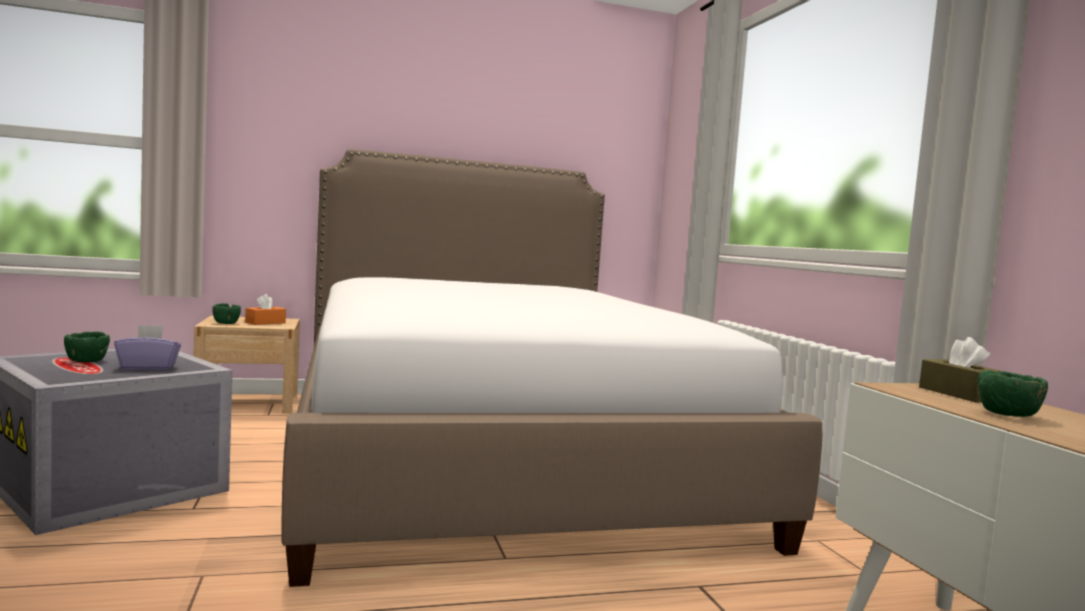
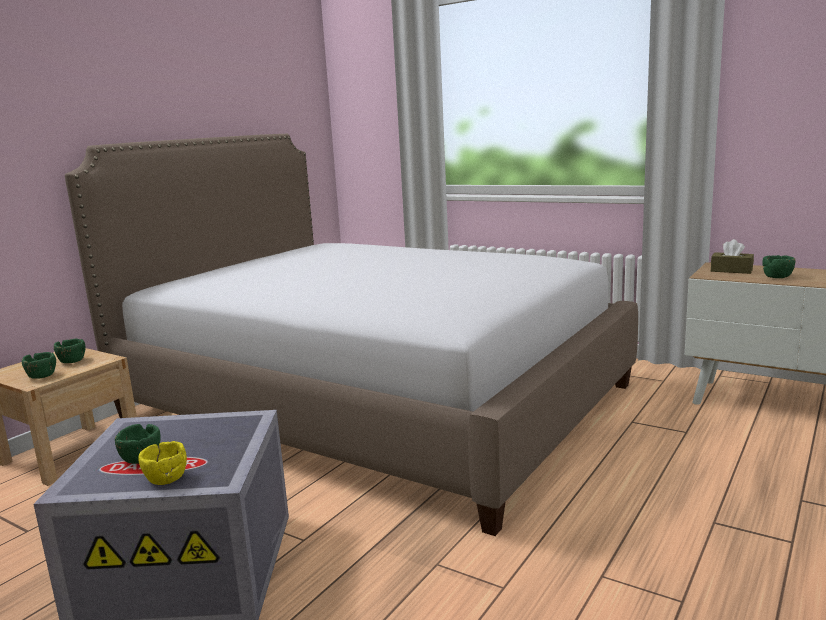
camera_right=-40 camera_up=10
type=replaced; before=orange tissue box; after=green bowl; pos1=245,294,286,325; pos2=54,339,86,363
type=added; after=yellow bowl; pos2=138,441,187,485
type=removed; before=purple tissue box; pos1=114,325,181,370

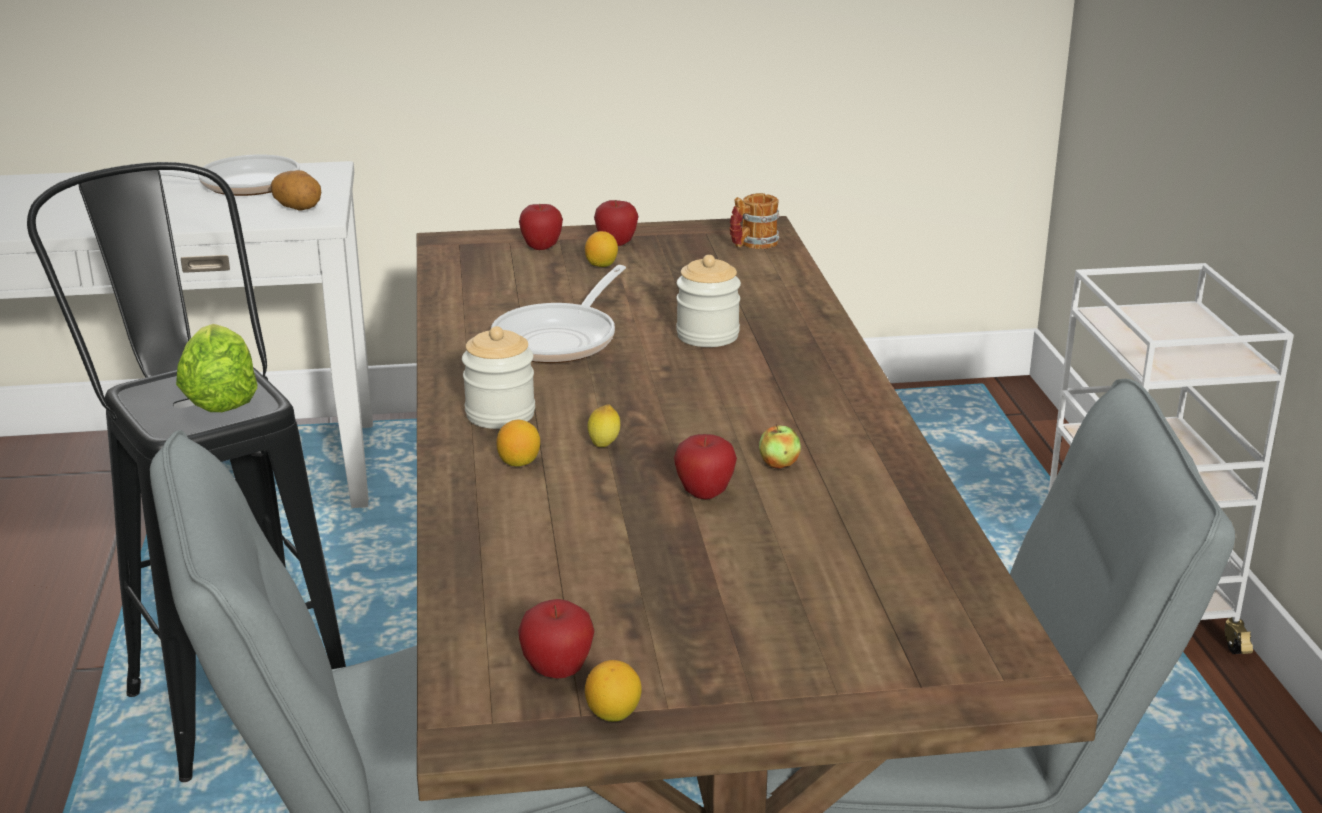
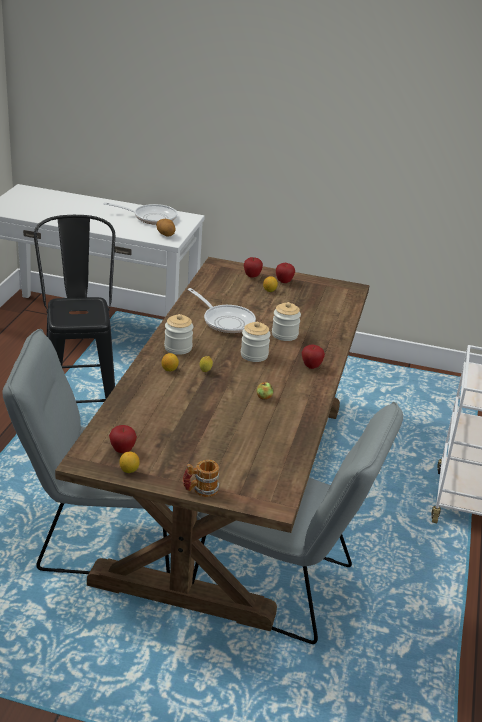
camera_right=20 camera_up=5
type=moved; before=mug; pos1=730,193,780,249; pos2=183,460,220,497
type=turned; before=frying pan; pos1=491,265,626,363; pos2=188,288,256,333; turn=-90
type=added; after=jar; pos2=241,322,271,362
type=moved; before=apple; pos1=674,434,737,499; pos2=302,345,325,369
type=removed; before=lettuce; pos1=176,324,257,412

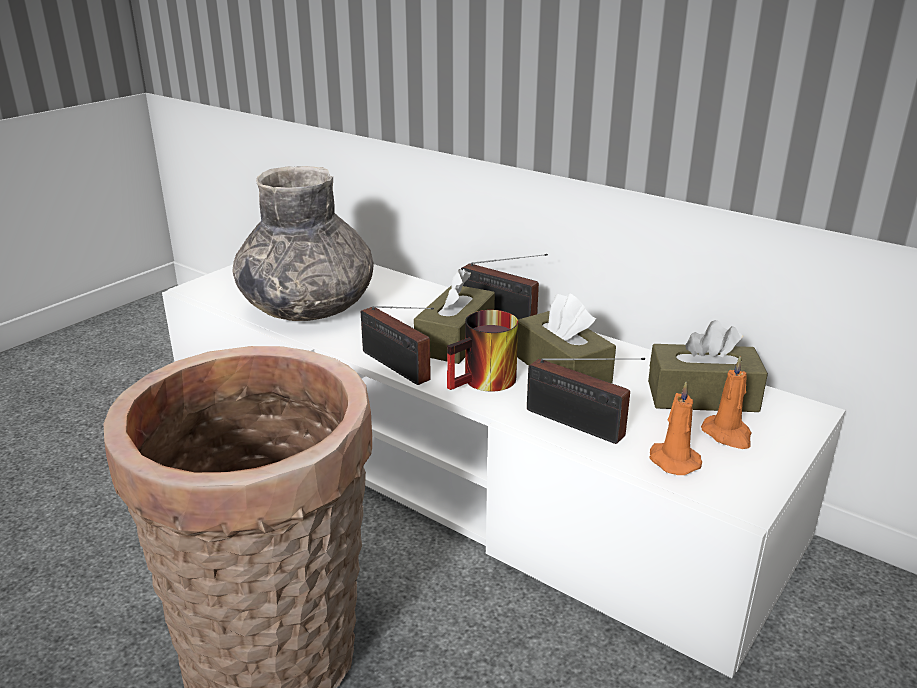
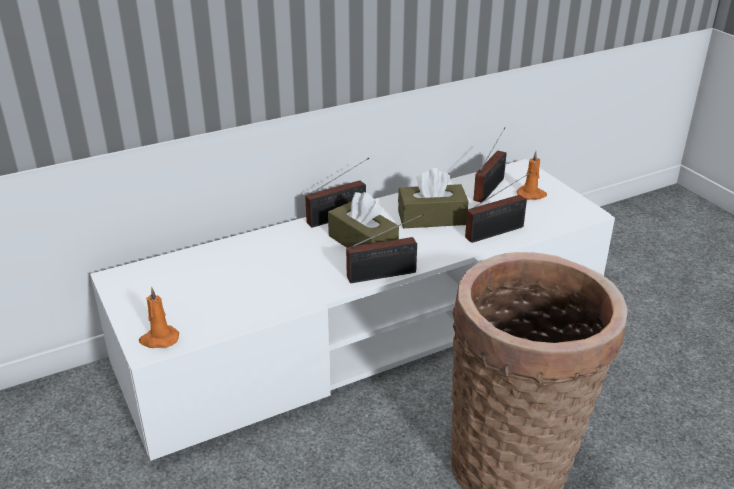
camera_right=-65 camera_up=5
type=moved; before=orange candle; pos1=649,382,702,475; pos2=139,287,179,348
type=replaced; before=brown tissue box; after=radio; pos1=648,320,768,412; pos2=473,127,507,202
type=removed; before=grey vase; pos1=232,166,374,321
type=removed; before=mug; pos1=447,310,518,392

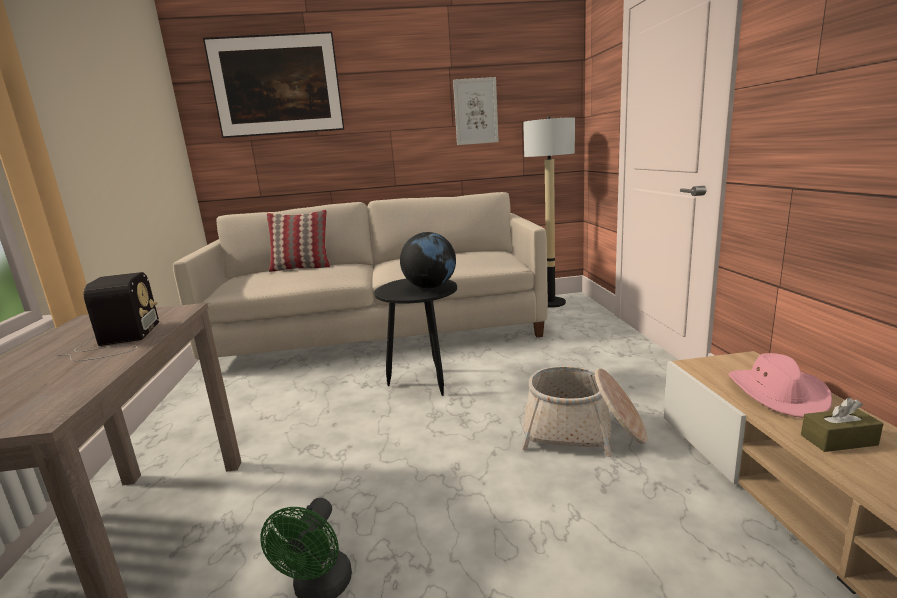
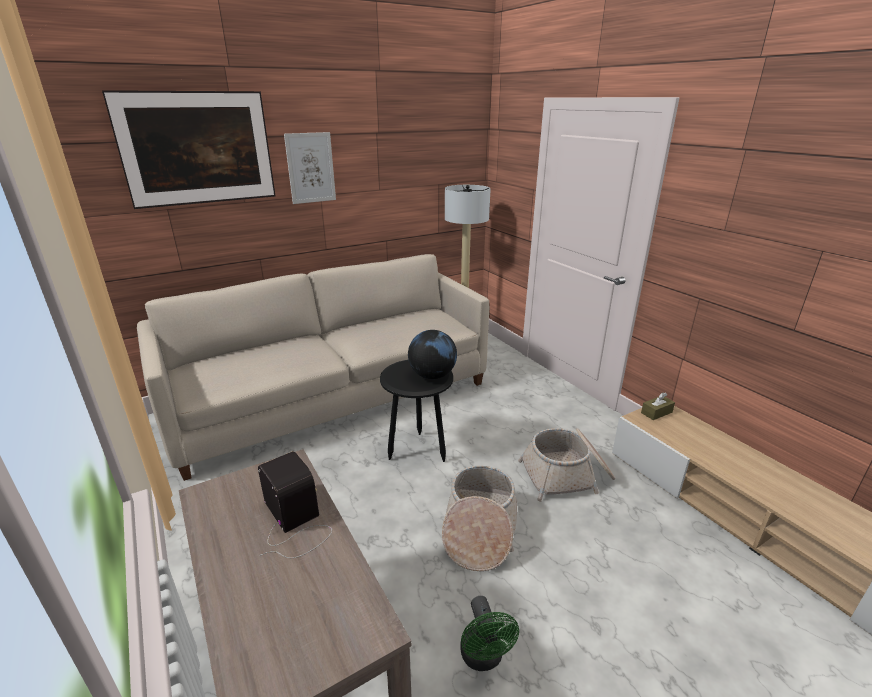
camera_right=-25 camera_up=10
type=moved; before=picture; pos1=453,77,499,145; pos2=284,132,336,204
type=added; after=basket; pos2=442,466,517,571
type=moved; before=brown tissue box; pos1=801,398,883,452; pos2=641,393,675,420
type=removed; before=pillow; pos1=266,210,330,272
type=removed; before=pink hat; pos1=728,353,832,418

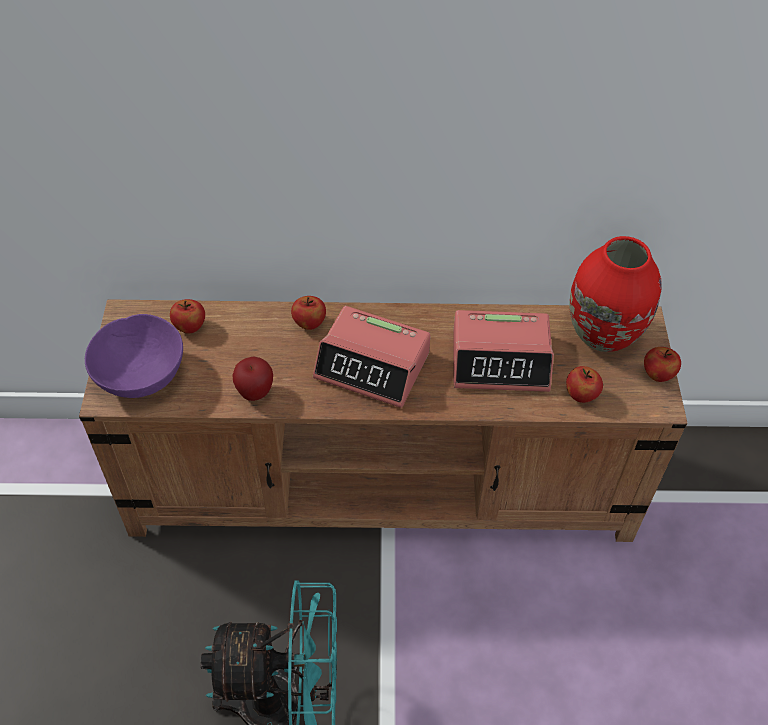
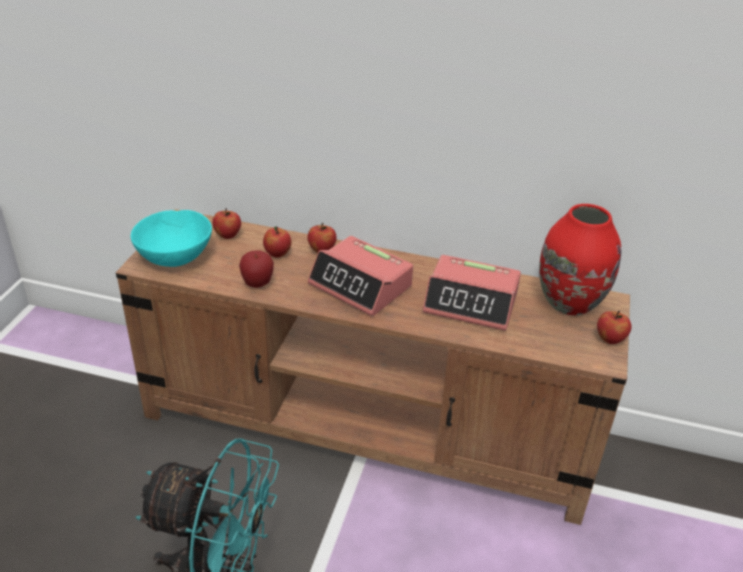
camera_right=15 camera_up=-15
type=recoloured; before=purple bowl; after=turquoise bowl; pos1=85,314,183,398; pos2=131,210,212,267
type=moved; before=apple; pos1=566,366,603,403; pos2=263,226,291,257

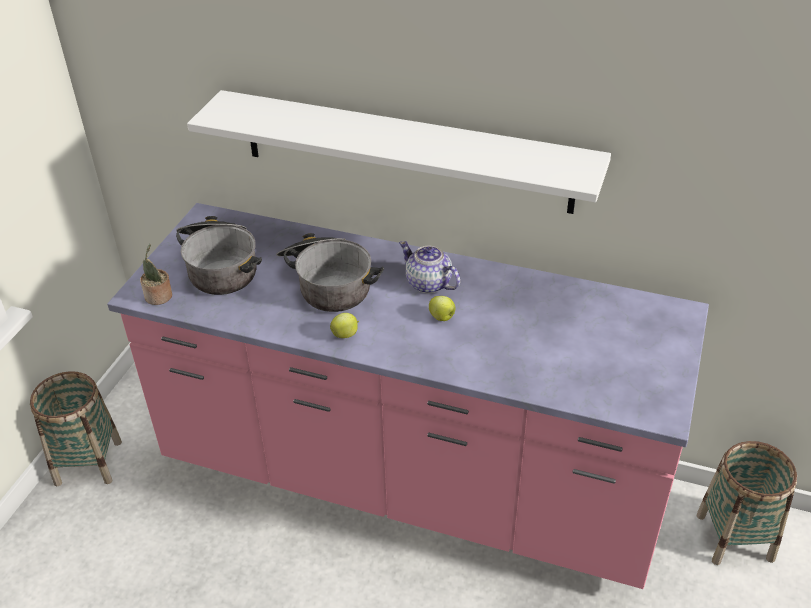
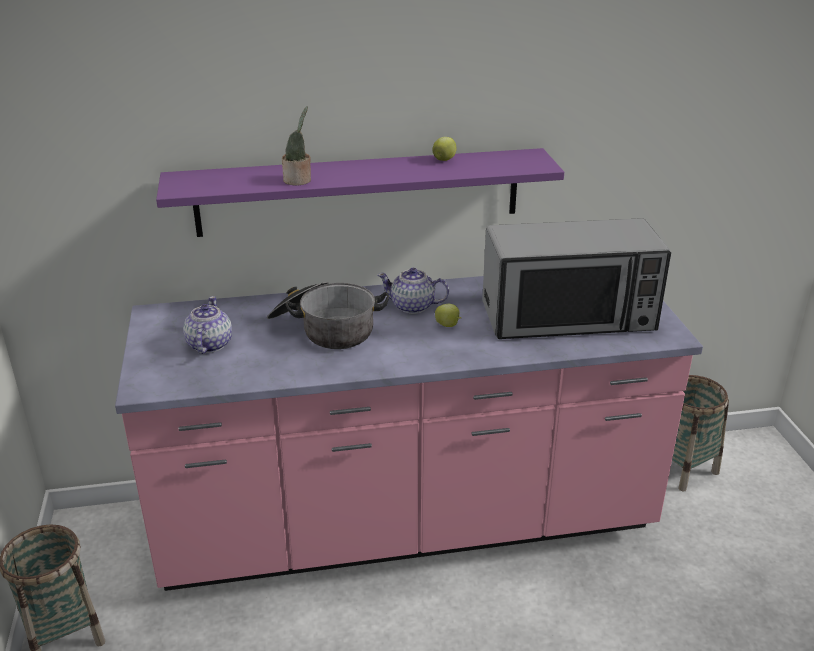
camera_right=-30 camera_up=-10
type=recoloured; before=white shelf; after=purple shelf; pos1=187,90,611,214; pos2=156,148,564,237
type=replaced; before=cooking pot; after=teapot; pos1=176,216,262,295; pos2=183,296,232,354
type=moved; before=potted plant; pos1=140,244,172,305; pos2=282,106,311,186
type=moved; before=apple; pos1=330,313,359,338; pos2=432,137,456,161
type=added; after=microwave; pos2=482,218,671,339

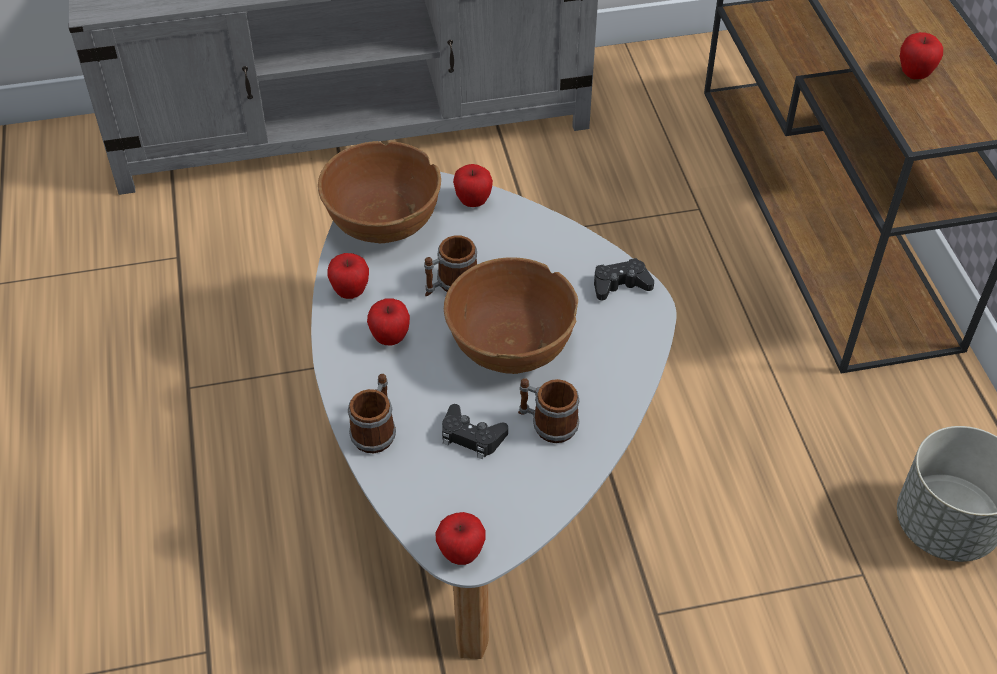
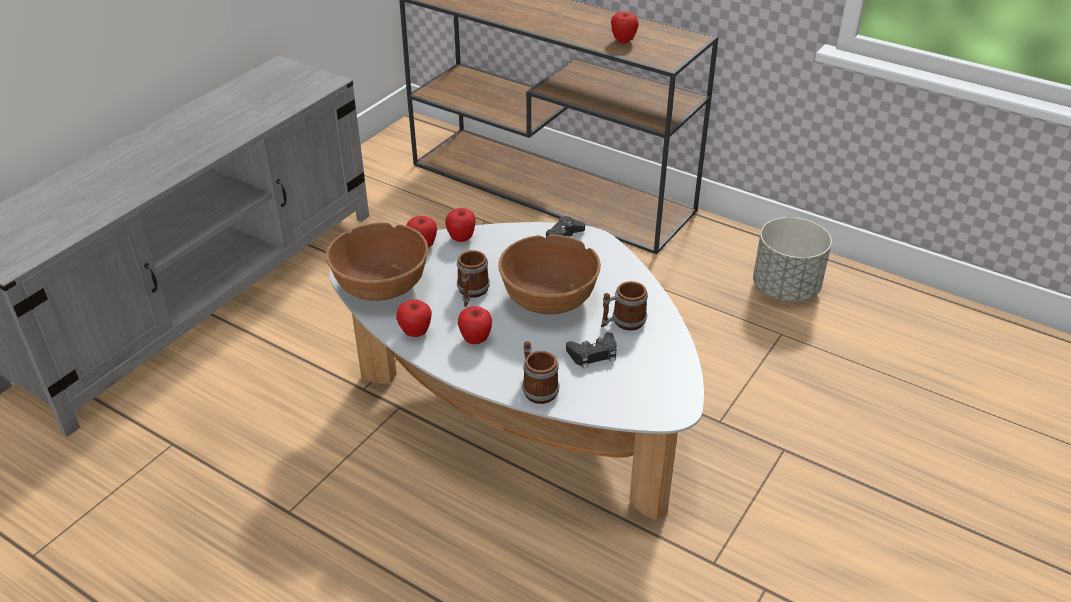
camera_right=-45 camera_up=-10
type=moved; before=apple; pos1=435,512,486,565; pos2=445,208,476,242

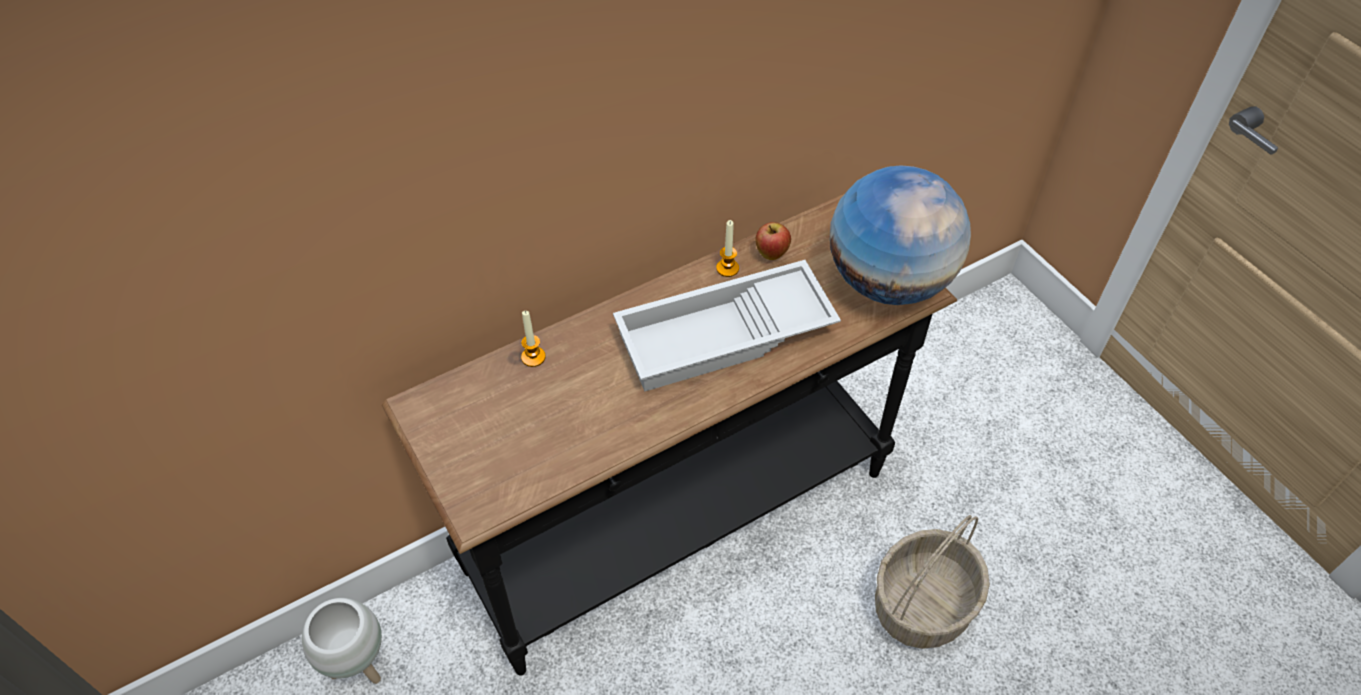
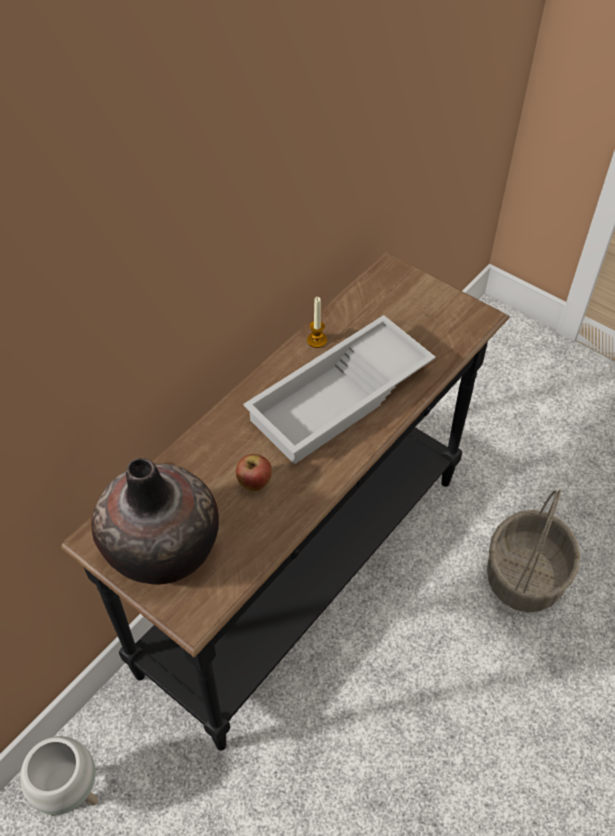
camera_right=-20 camera_up=0
type=added; after=vase; pos2=91,458,219,585
type=moved; before=apple; pos1=755,222,791,260; pos2=236,454,272,492
type=removed; before=candle; pos1=521,311,546,367
type=removed; before=globe; pos1=830,165,971,305

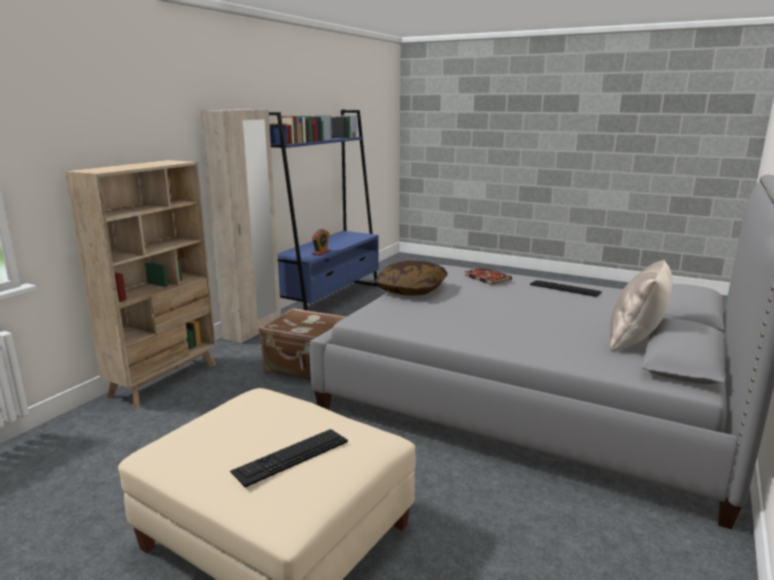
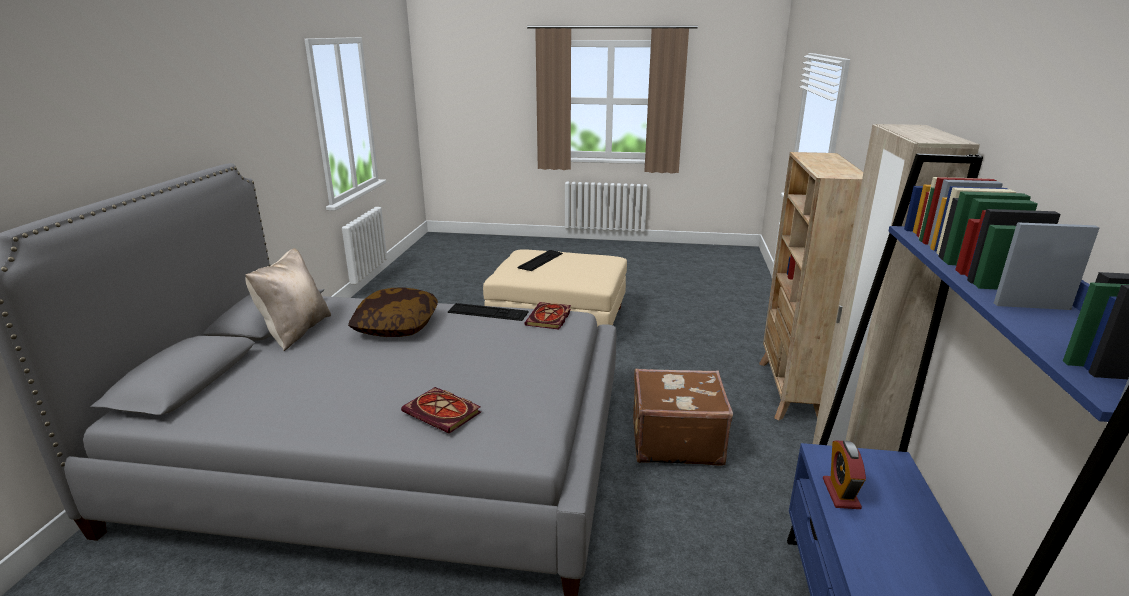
camera_right=160 camera_up=5
type=moved; before=pillow; pos1=375,260,448,296; pos2=348,287,438,337
type=moved; before=keyboard; pos1=530,280,602,297; pos2=447,303,529,321
type=added; after=book; pos2=525,302,571,330

